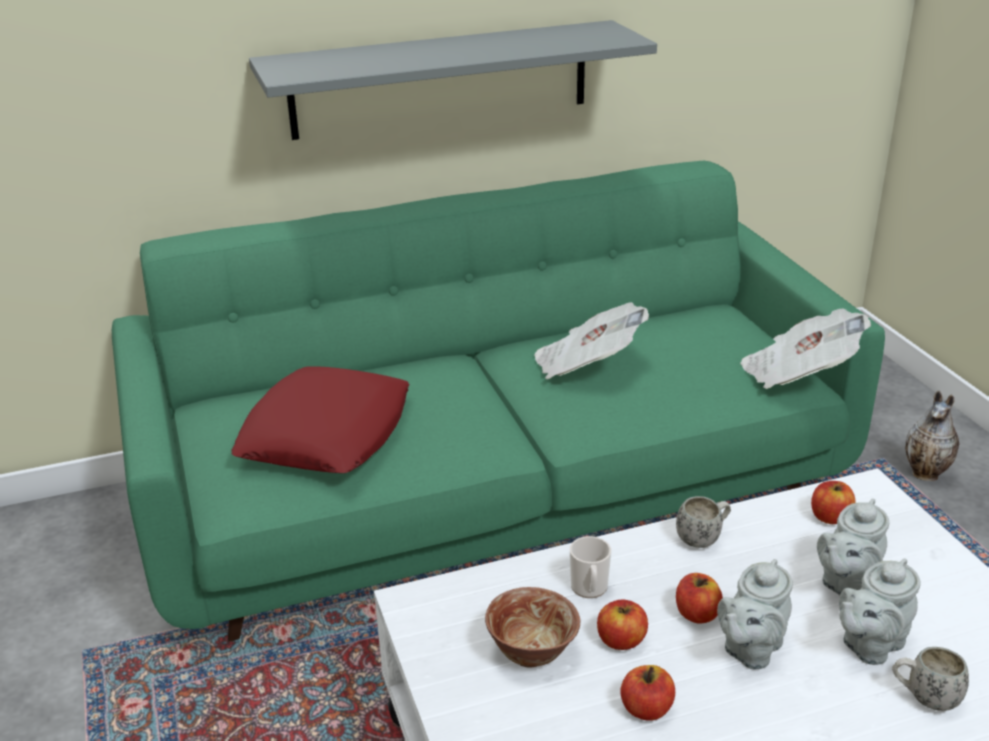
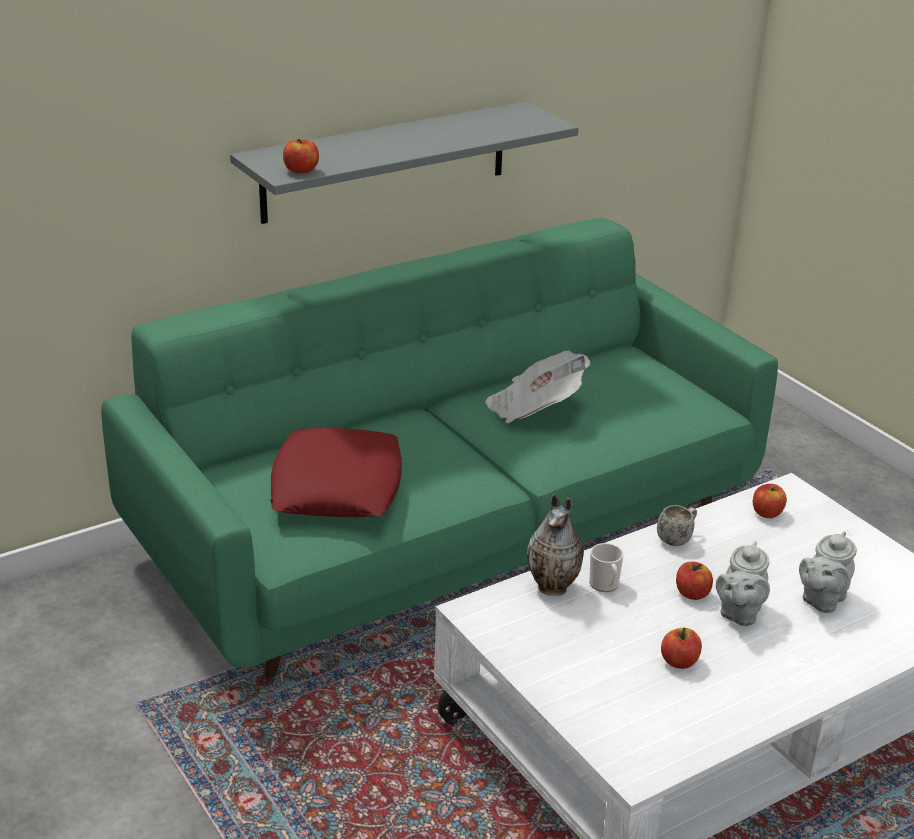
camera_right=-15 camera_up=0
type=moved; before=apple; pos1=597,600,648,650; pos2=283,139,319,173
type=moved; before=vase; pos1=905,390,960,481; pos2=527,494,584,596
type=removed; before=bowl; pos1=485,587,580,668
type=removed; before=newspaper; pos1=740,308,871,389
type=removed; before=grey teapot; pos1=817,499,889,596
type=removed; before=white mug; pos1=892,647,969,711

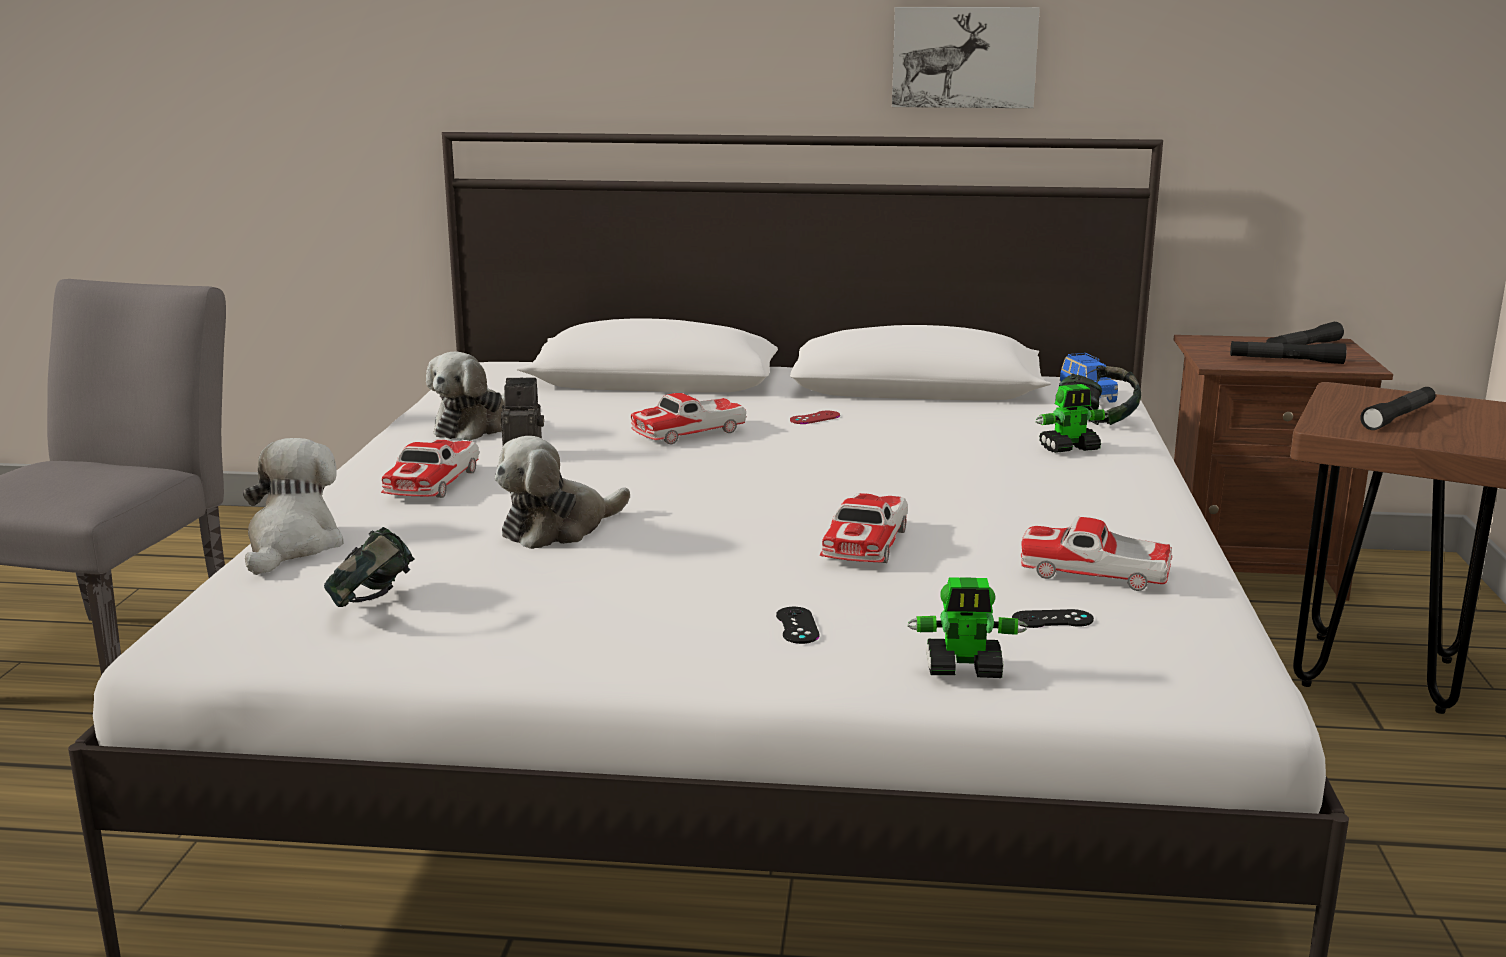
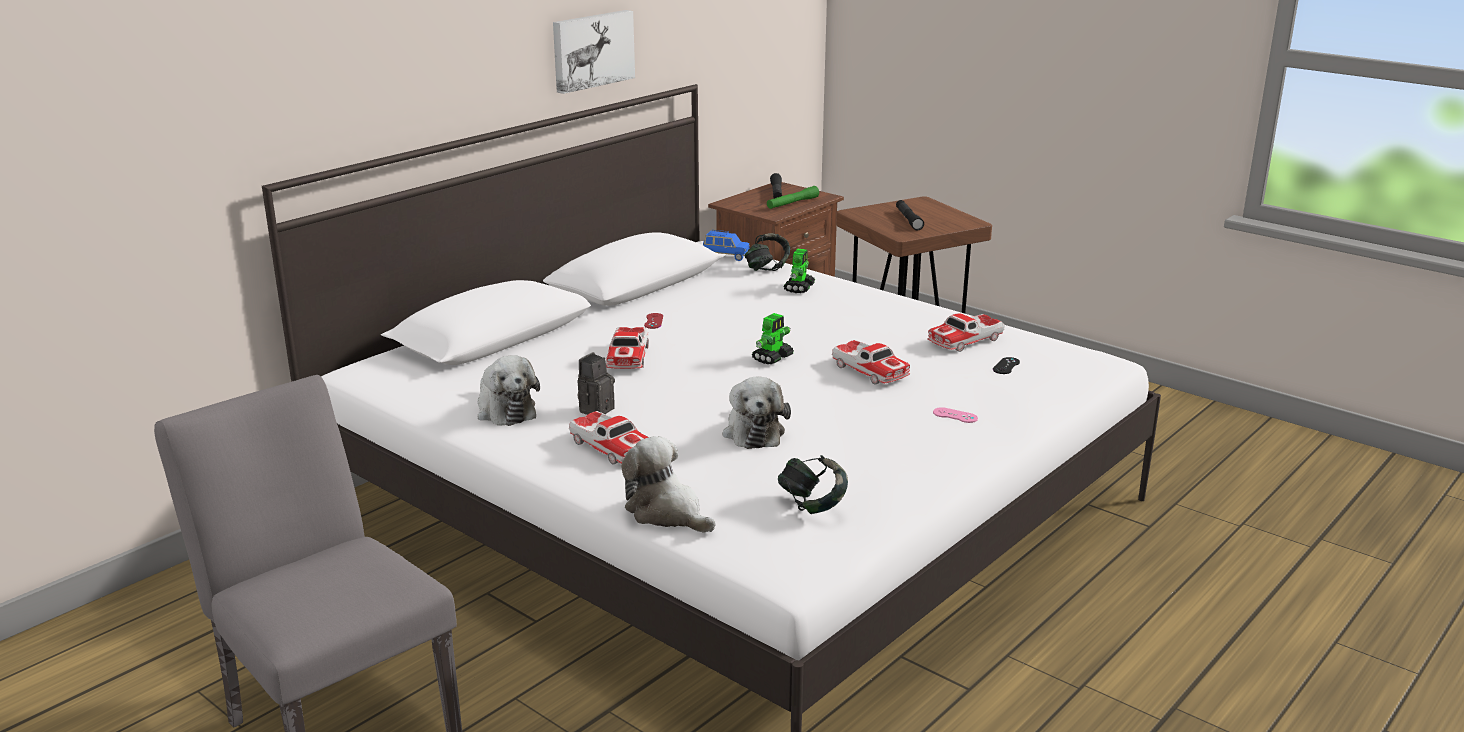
camera_right=-55 camera_up=5
type=moved; before=toy robot; pos1=907,577,1028,678; pos2=752,313,794,364
type=recoloured; before=black flashlight; after=green flashlight; pos1=1230,341,1347,364; pos2=767,186,819,209
type=recoloured; before=black game controller; after=pink game controller; pos1=776,607,819,644; pos2=933,407,978,423

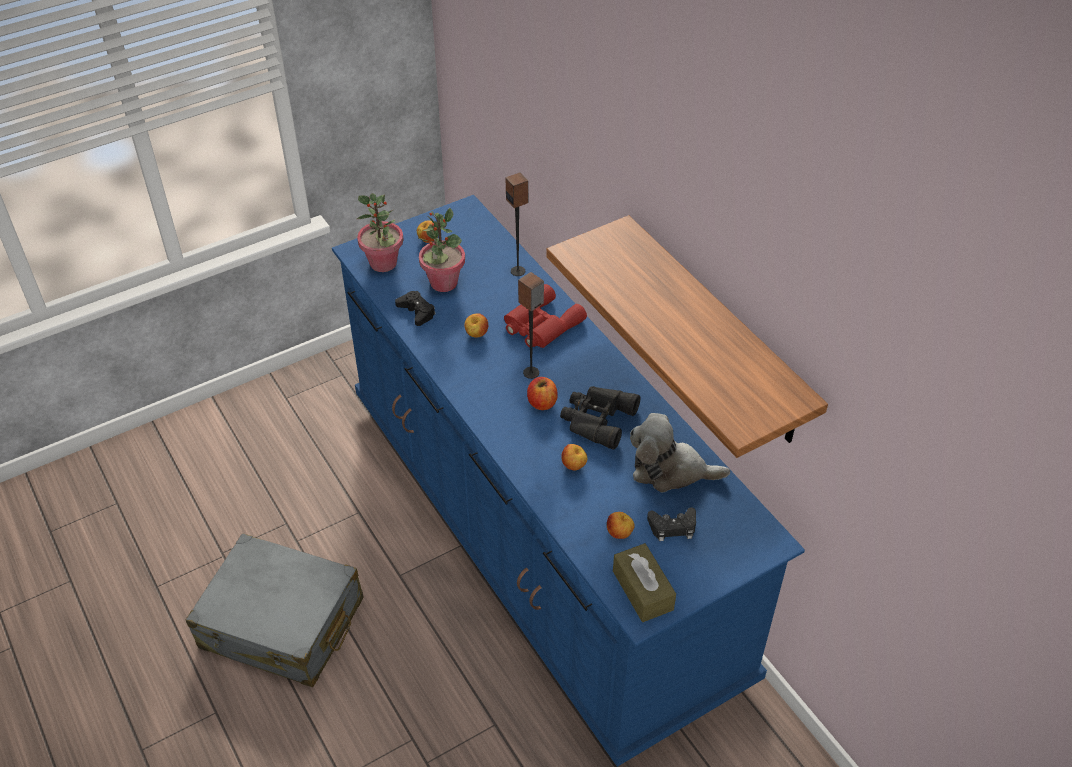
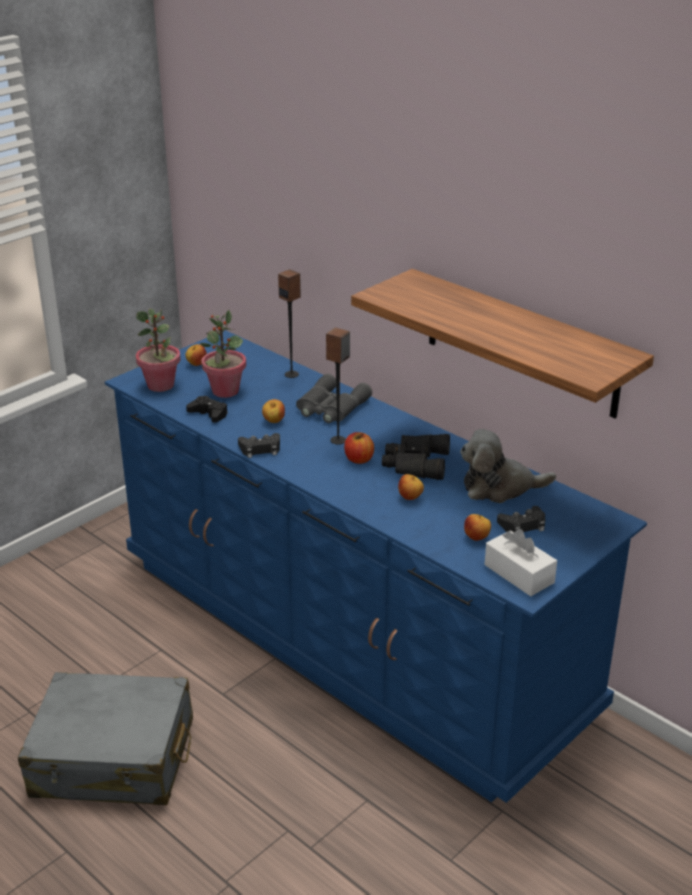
camera_right=-15 camera_up=-15
type=added; after=black game controller; pos2=238,433,280,458
type=recoloured; before=red binoculars; after=grey binoculars; pos1=504,284,587,348; pos2=296,374,372,423
type=recoloured; before=brown tissue box; after=white tissue box; pos1=613,543,676,622; pos2=485,529,557,596

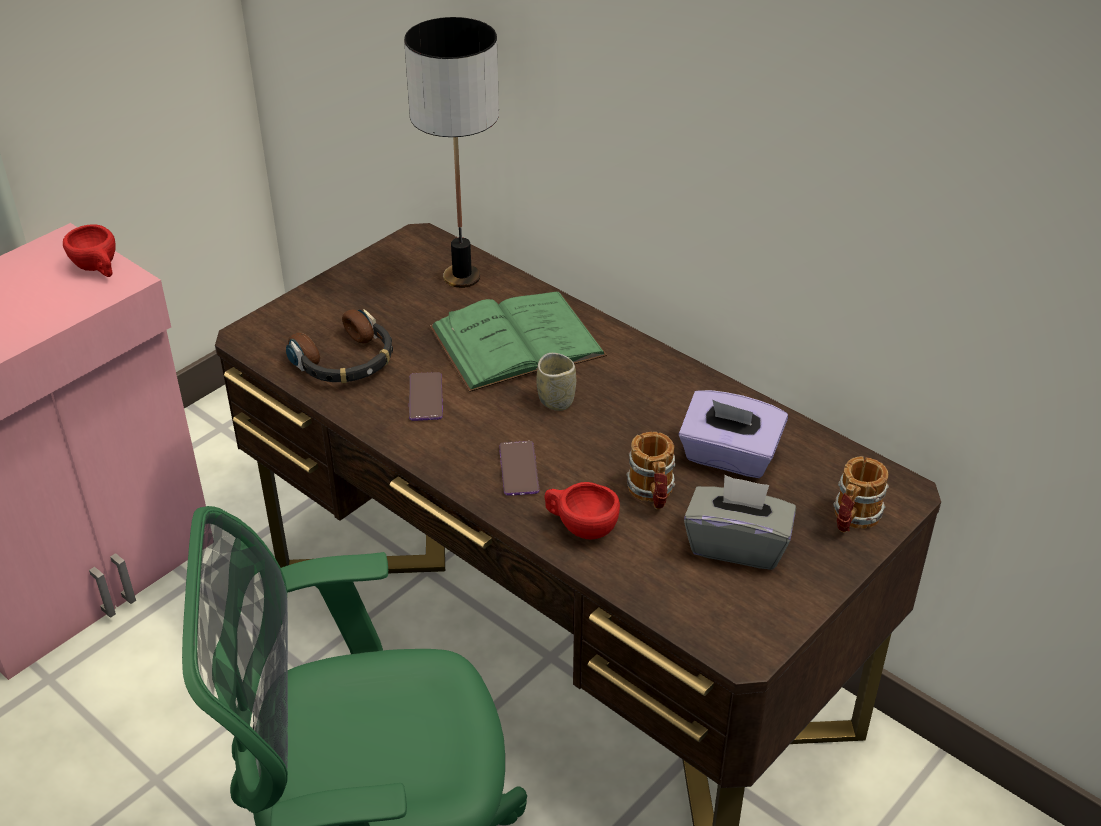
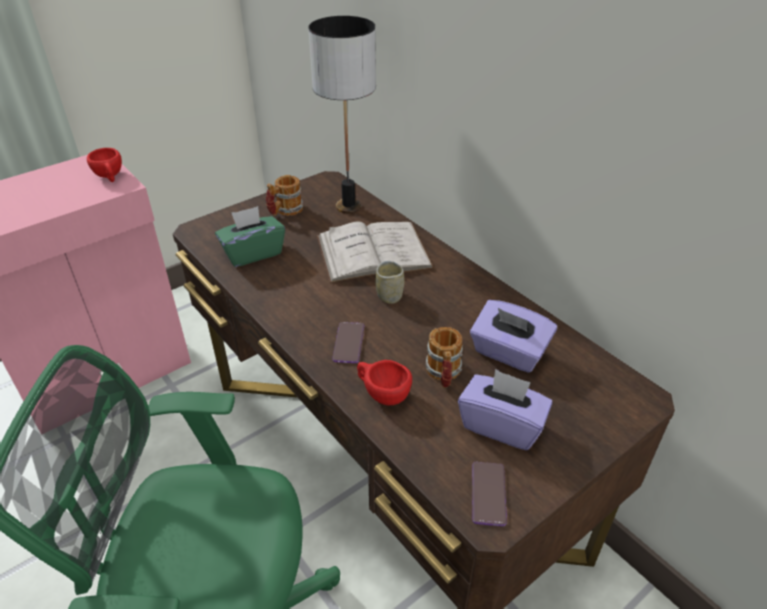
camera_right=10 camera_up=0
type=replaced; before=headphones; after=green tissue box; pos1=286,309,393,383; pos2=215,206,285,267
type=moved; before=mug; pos1=833,456,889,533; pos2=266,175,303,216
type=recoloured; before=green book; after=white book; pos1=430,292,607,392; pos2=317,222,434,283
type=recoloured; before=grey tissue box; after=purple tissue box; pos1=684,475,796,570; pos2=458,369,552,450
type=moved; before=phone; pos1=409,372,443,421; pos2=472,462,507,526

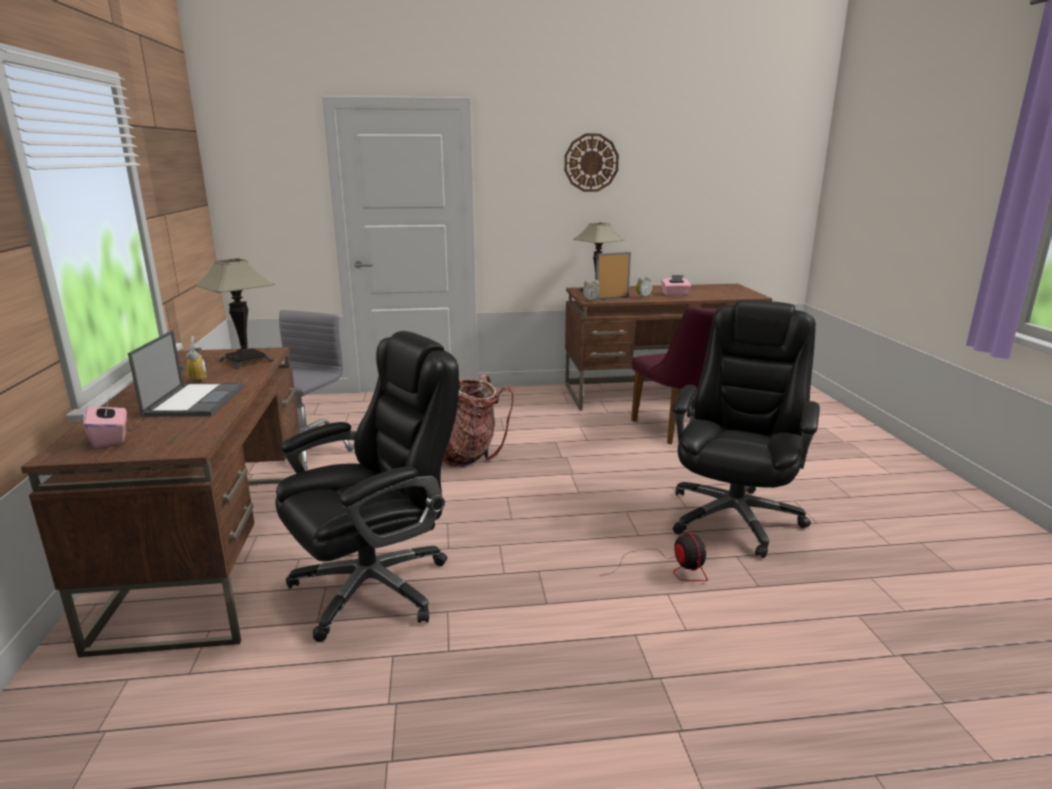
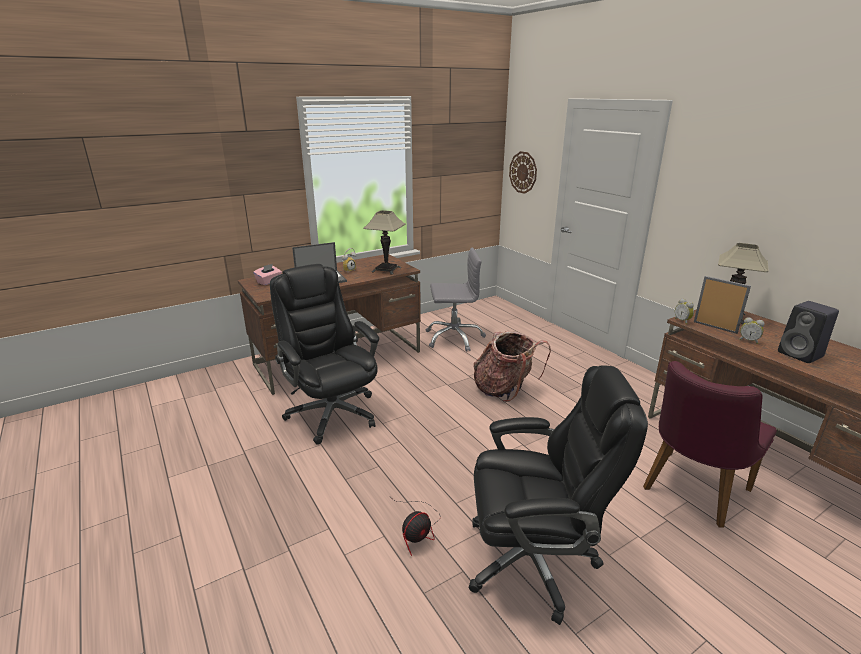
camera_right=65 camera_up=5
type=turned; before=black office chair; pos1=275,331,459,642; pos2=270,264,379,445; turn=-150
type=moved; before=wall clock; pos1=564,134,619,192; pos2=509,151,537,194
type=replaced; before=pink tissue box; after=black speaker; pos1=661,275,691,296; pos2=778,301,839,363

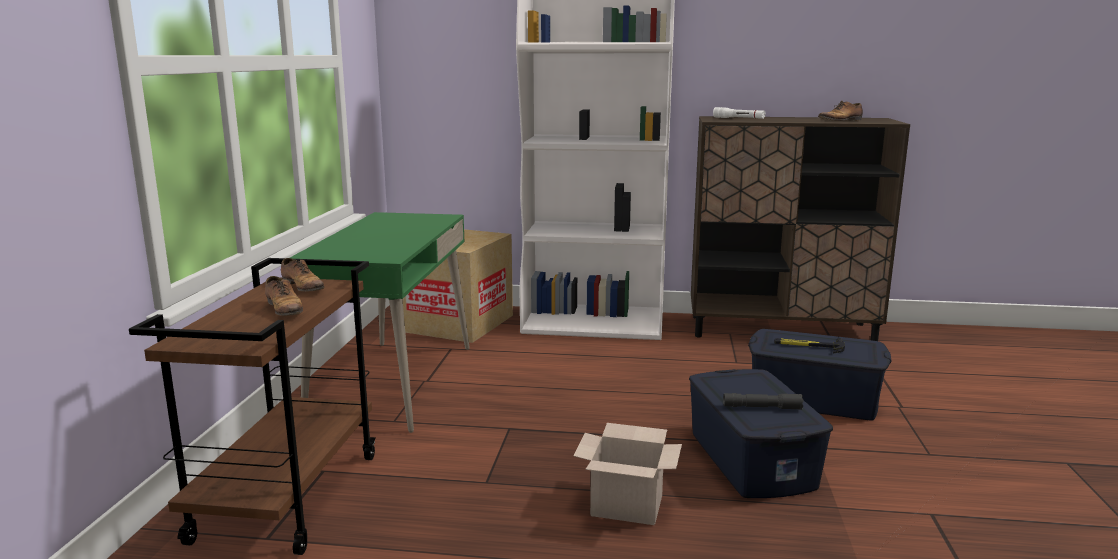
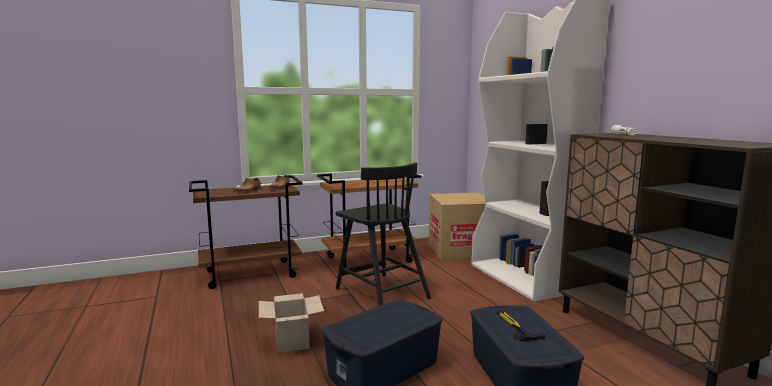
camera_right=60 camera_up=-5
type=replaced; before=green desk; after=brown cart; pos1=290,212,470,433; pos2=317,174,422,268
type=added; after=black chair; pos2=335,162,431,306
type=removed; before=grey flashlight; pos1=723,393,803,410
type=removed; before=shoe; pos1=818,101,863,121

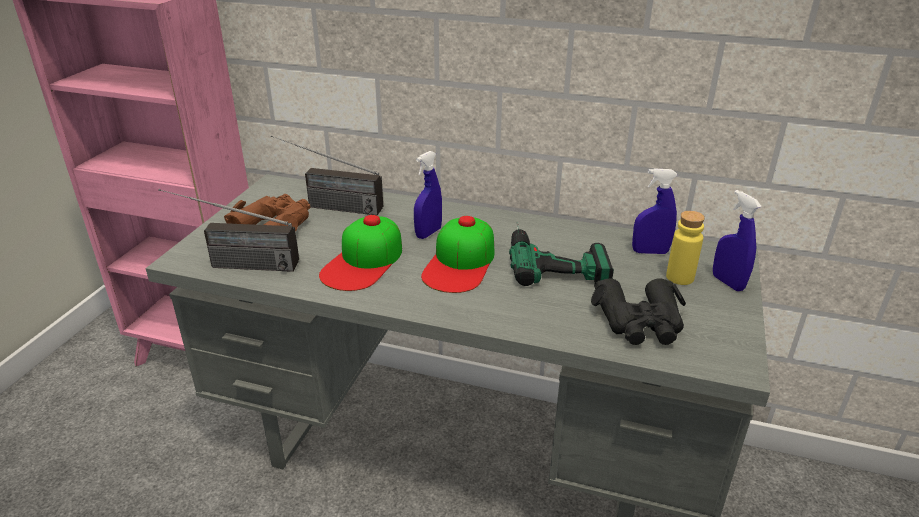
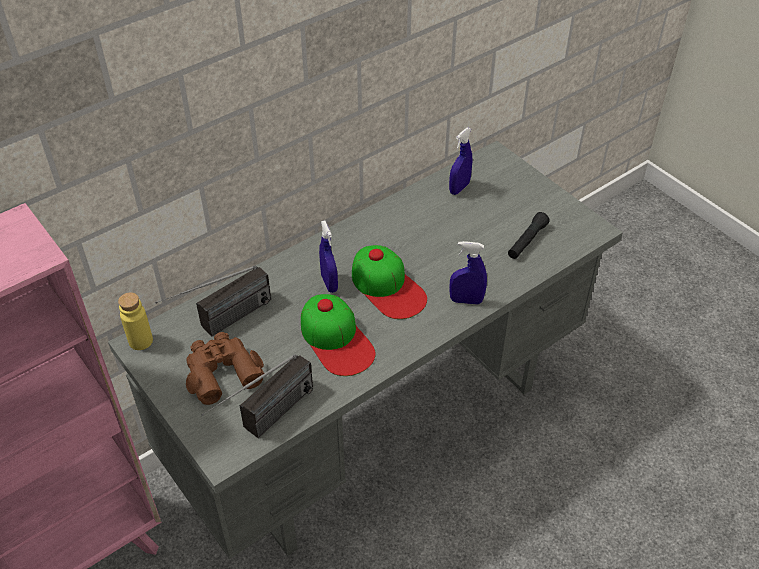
camera_right=-55 camera_up=15
type=moved; before=yellow bottle; pos1=666,211,705,285; pos2=118,292,153,350
type=moved; before=blue spray bottle; pos1=713,190,762,292; pos2=449,241,487,305
type=replaced; before=black binoculars; after=black flashlight; pos1=591,278,686,345; pos2=508,212,549,259
type=removed; before=power drill; pos1=509,222,614,286

